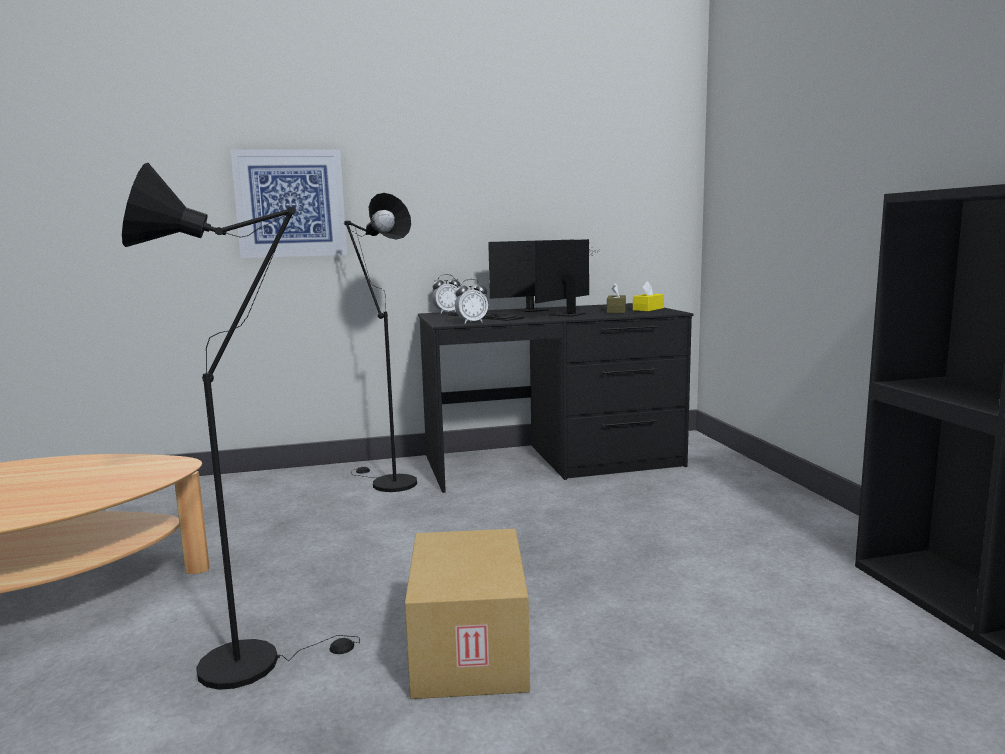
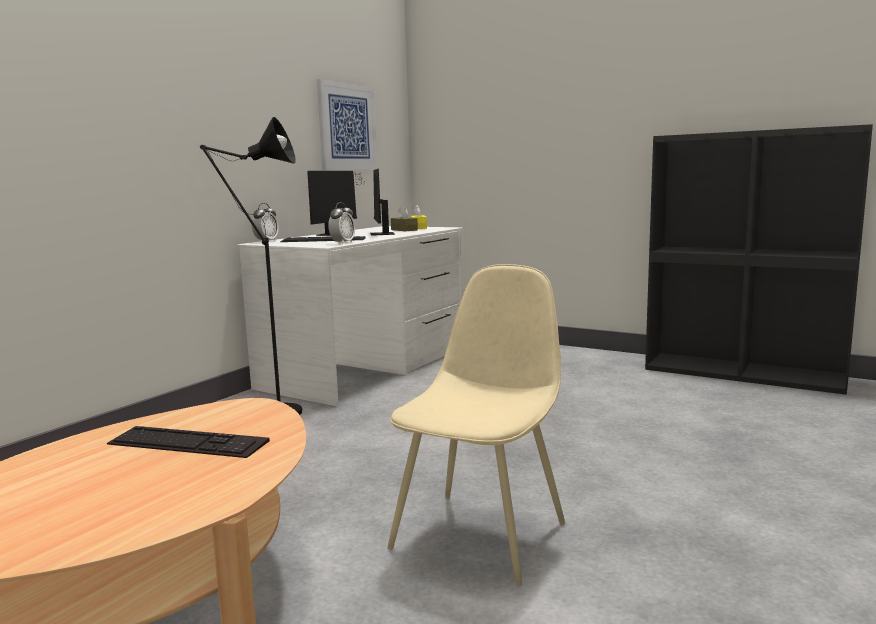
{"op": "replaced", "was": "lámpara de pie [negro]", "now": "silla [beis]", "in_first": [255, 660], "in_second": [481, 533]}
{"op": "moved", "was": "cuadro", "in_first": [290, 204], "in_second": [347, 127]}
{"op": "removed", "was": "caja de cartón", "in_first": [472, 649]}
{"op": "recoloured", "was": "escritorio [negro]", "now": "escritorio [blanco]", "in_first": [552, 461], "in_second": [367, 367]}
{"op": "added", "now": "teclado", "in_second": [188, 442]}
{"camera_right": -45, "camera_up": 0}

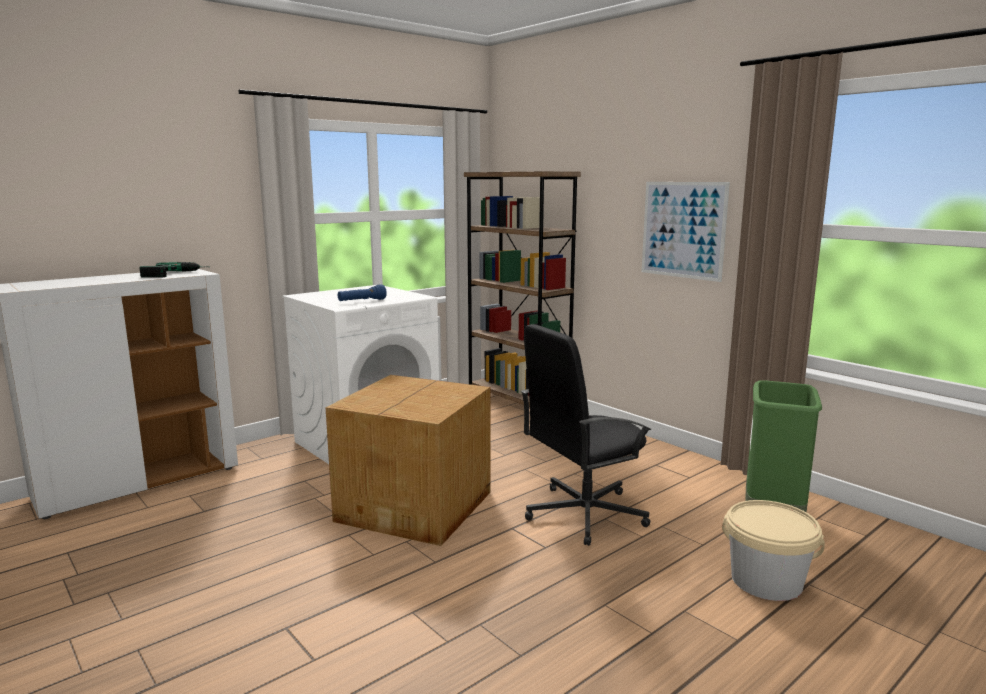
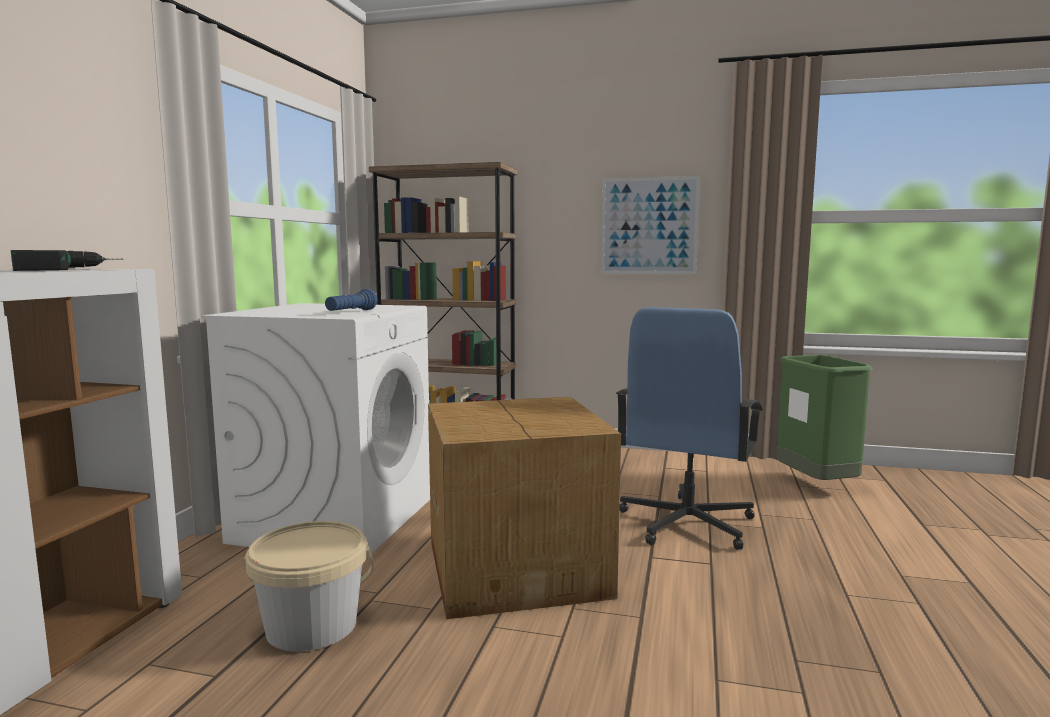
{"op": "recoloured", "was": "silla de oficina [negro]", "now": "silla de oficina [azul]", "in_first": [583, 514], "in_second": [685, 524]}
{"op": "moved", "was": "cubo [beis]", "in_first": [766, 581], "in_second": [311, 626]}
{"camera_right": -35, "camera_up": -5}

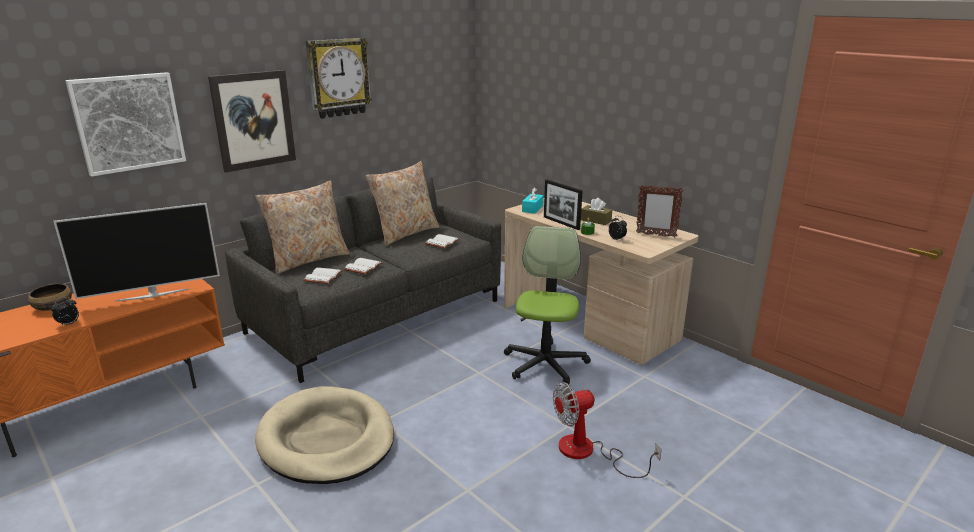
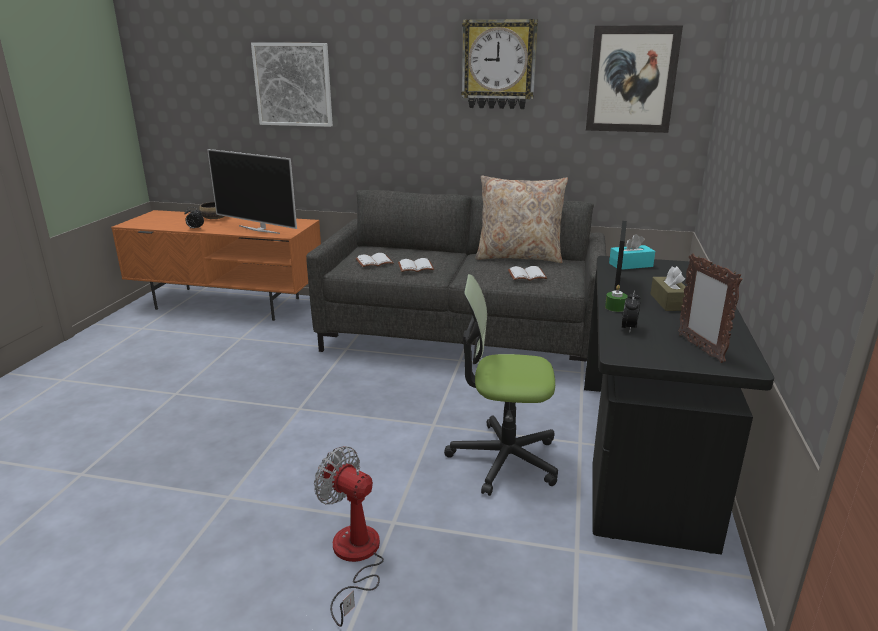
{"op": "moved", "was": "cuadro", "in_first": [253, 120], "in_second": [631, 79]}
{"op": "removed", "was": "cama para perro [beis]", "in_first": [326, 440]}
{"op": "removed", "was": "cojín [beis]", "in_first": [308, 259]}
{"op": "recoloured", "was": "escritorio [beis]", "now": "escritorio [negro]", "in_first": [589, 323], "in_second": [644, 457]}
{"op": "turned", "was": "silla de oficina", "in_first": [545, 363], "in_second": [504, 459], "clockwise": -150}
{"camera_right": 55, "camera_up": 0}

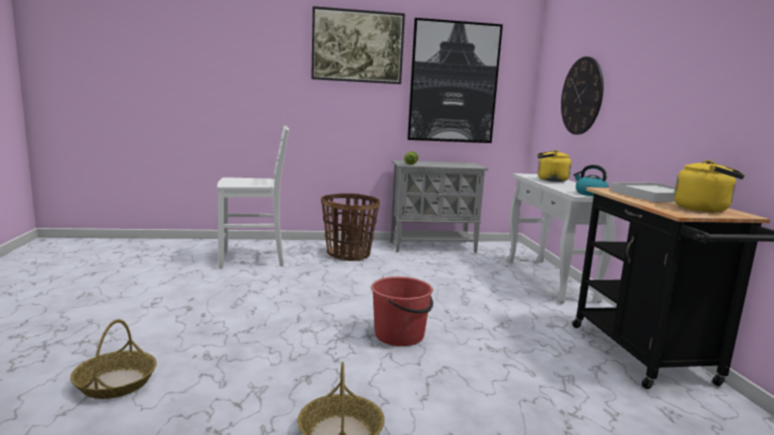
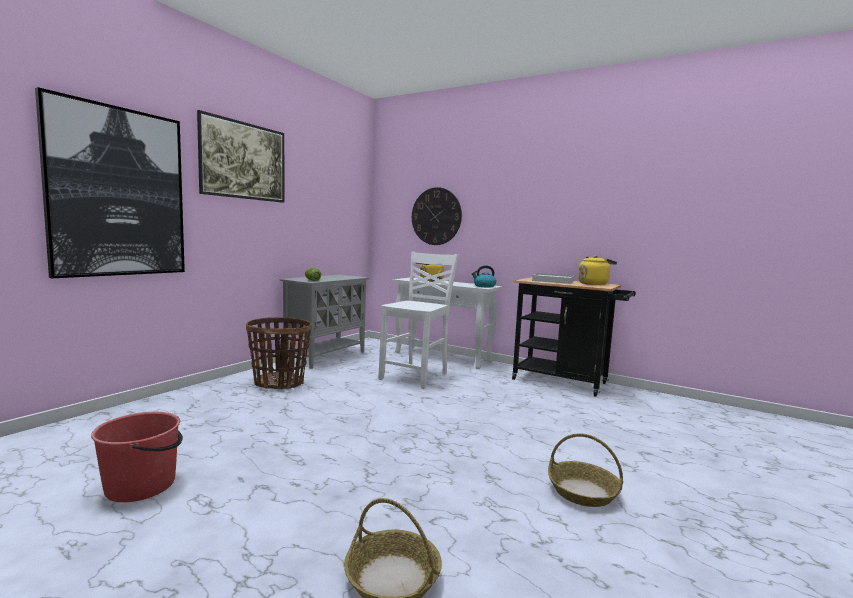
{"op": "moved", "was": "silla [blanco]", "in_first": [254, 259], "in_second": [416, 376]}
{"op": "moved", "was": "cubo [rojo]", "in_first": [400, 335], "in_second": [142, 485]}
{"op": "moved", "was": "cuadro", "in_first": [453, 82], "in_second": [118, 192]}
{"camera_right": -50, "camera_up": -5}

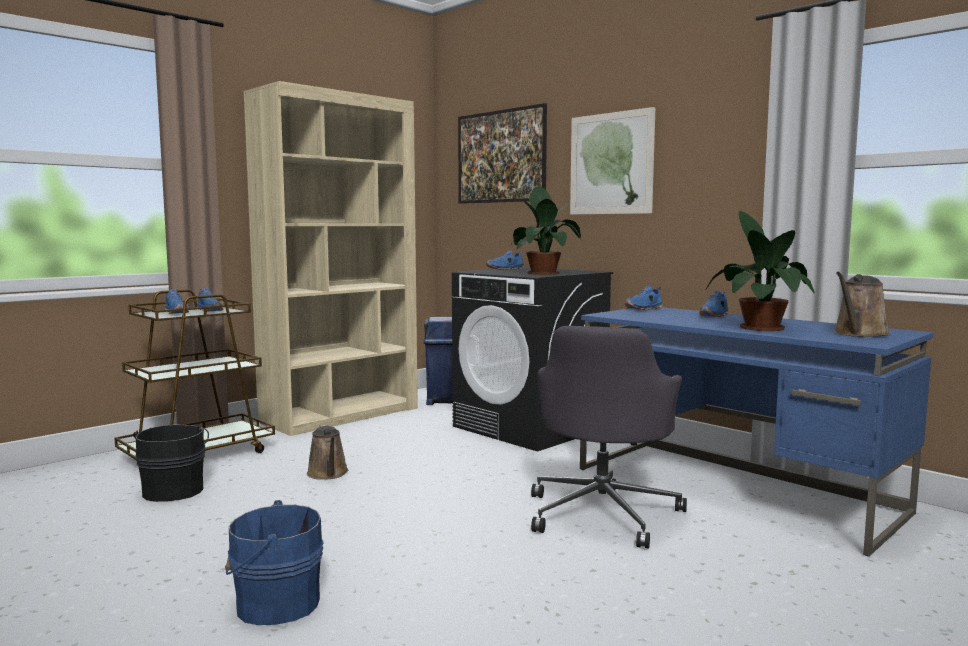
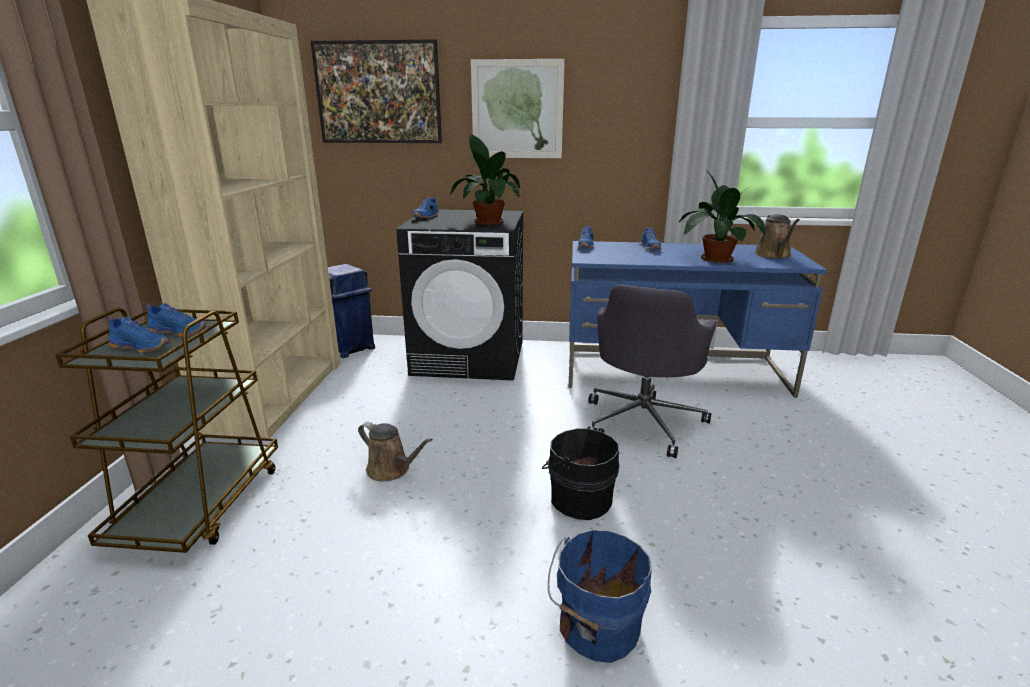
{"op": "moved", "was": "cubo [negro]", "in_first": [174, 490], "in_second": [579, 498]}
{"op": "turned", "was": "silla de oficina [gris]", "in_first": [603, 513], "in_second": [643, 421], "clockwise": 45}
{"camera_right": -40, "camera_up": 15}

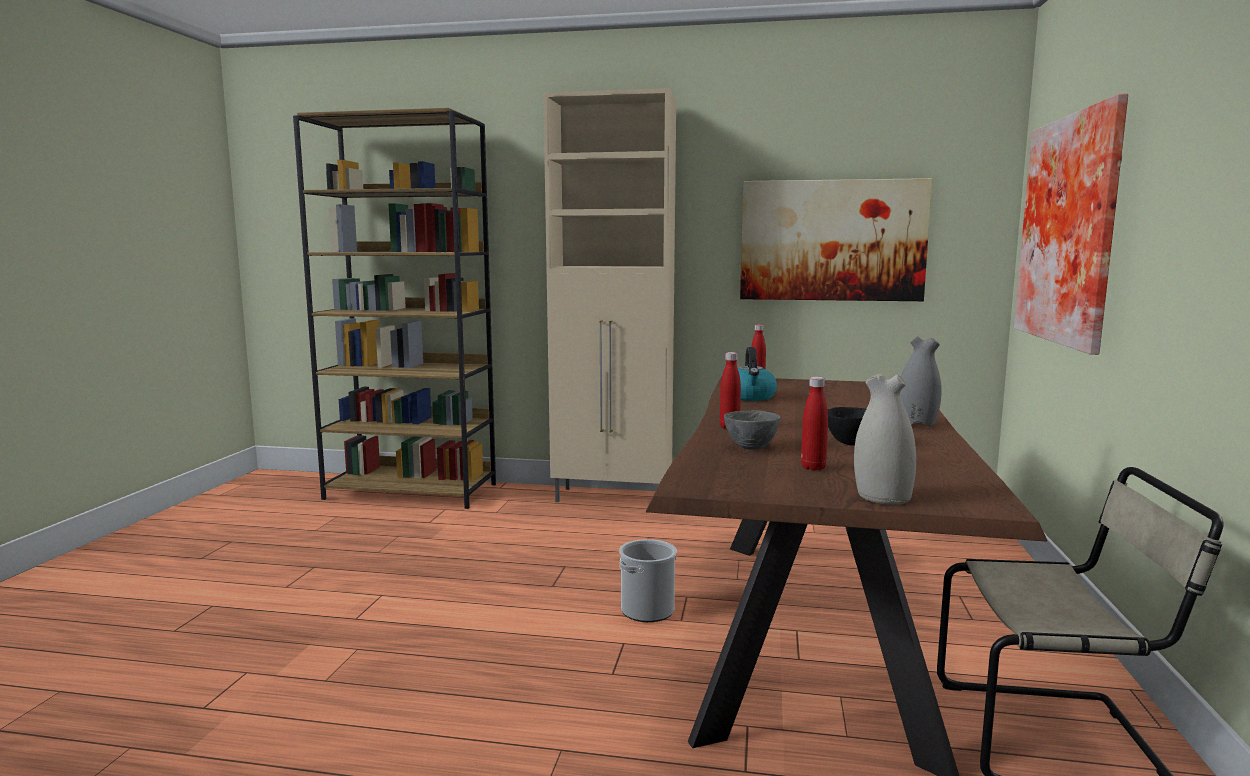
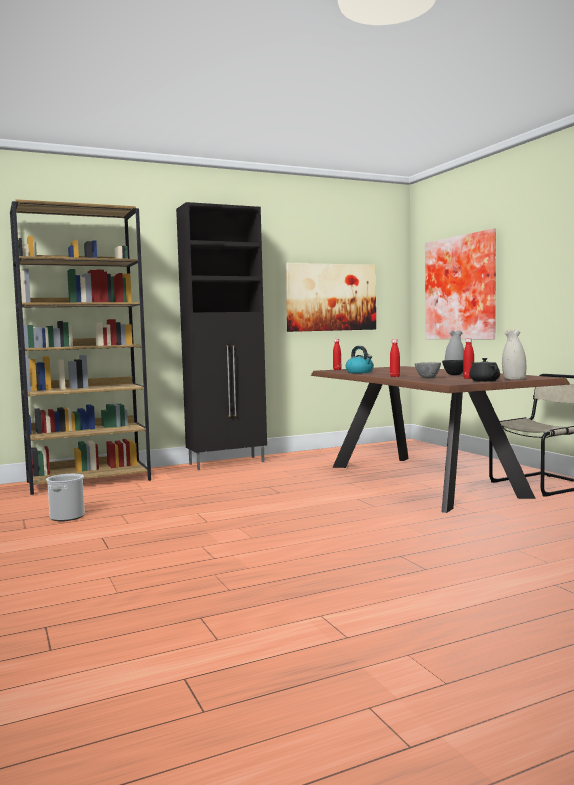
{"op": "recoloured", "was": "armario [beis]", "now": "armario [negro]", "in_first": [614, 498], "in_second": [228, 463]}
{"op": "moved", "was": "cubo", "in_first": [647, 610], "in_second": [67, 516]}
{"op": "added", "now": "tetera [negro]", "in_second": [484, 381]}
{"camera_right": -35, "camera_up": -5}

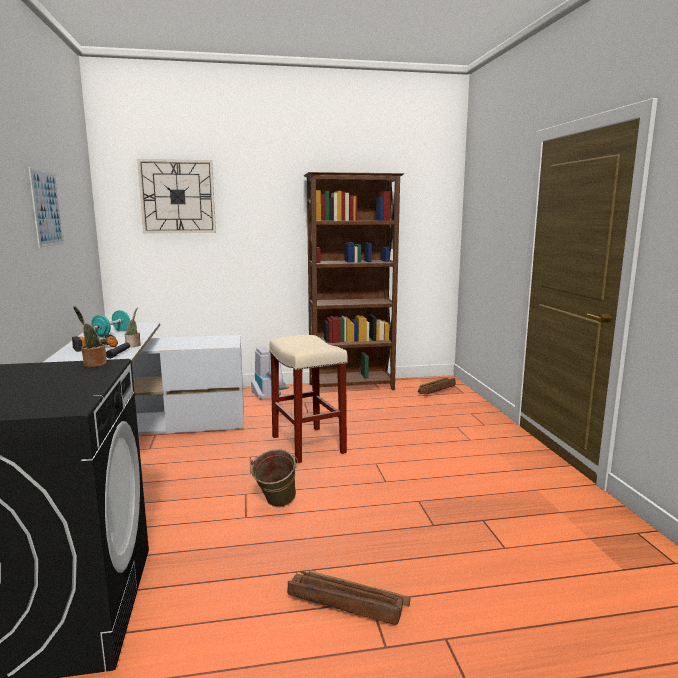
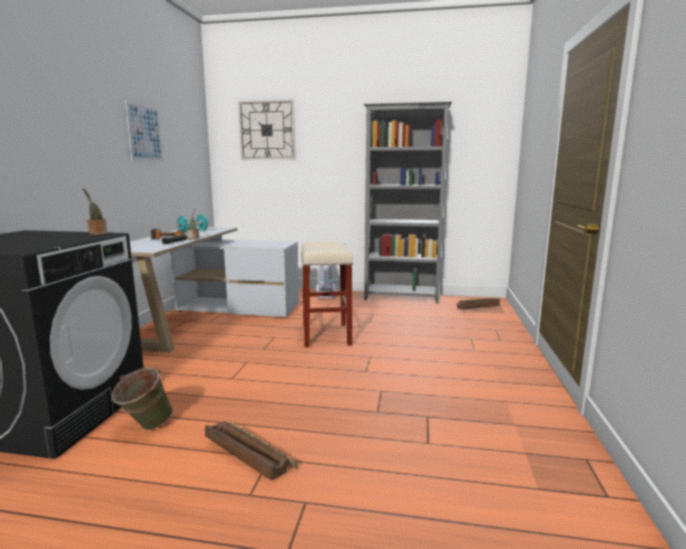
{"op": "moved", "was": "cubo [verde]", "in_first": [276, 506], "in_second": [145, 427]}
{"op": "recoloured", "was": "estantería [marrón]", "now": "estantería [gris]", "in_first": [352, 387], "in_second": [402, 298]}
{"camera_right": 20, "camera_up": 0}

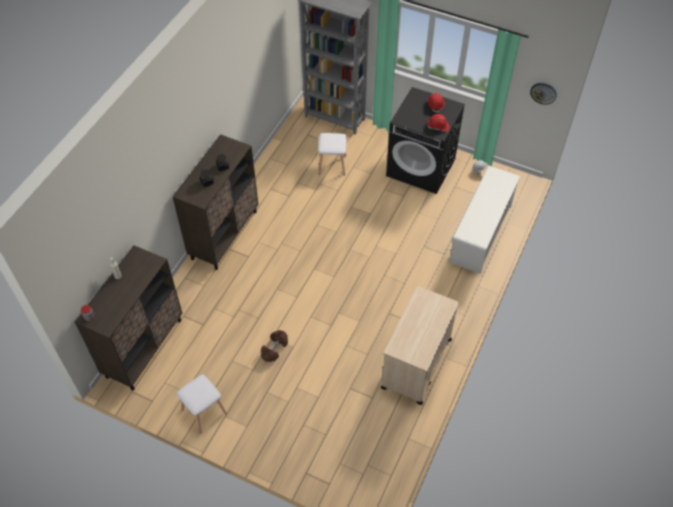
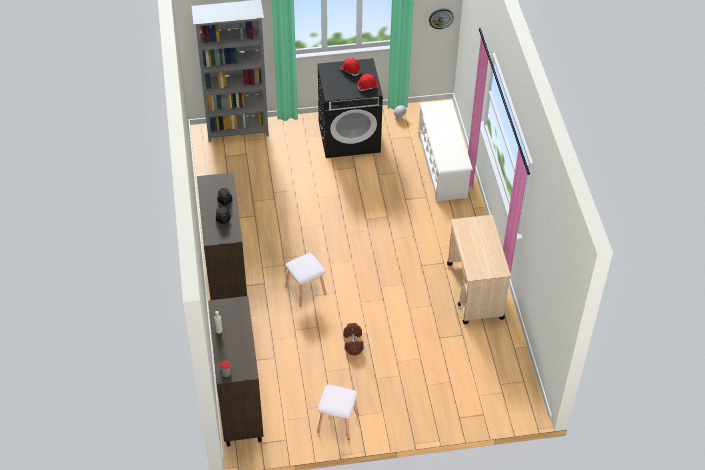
{"op": "moved", "was": "taburete [blanco]", "in_first": [332, 164], "in_second": [306, 290]}
{"camera_right": -35, "camera_up": -5}

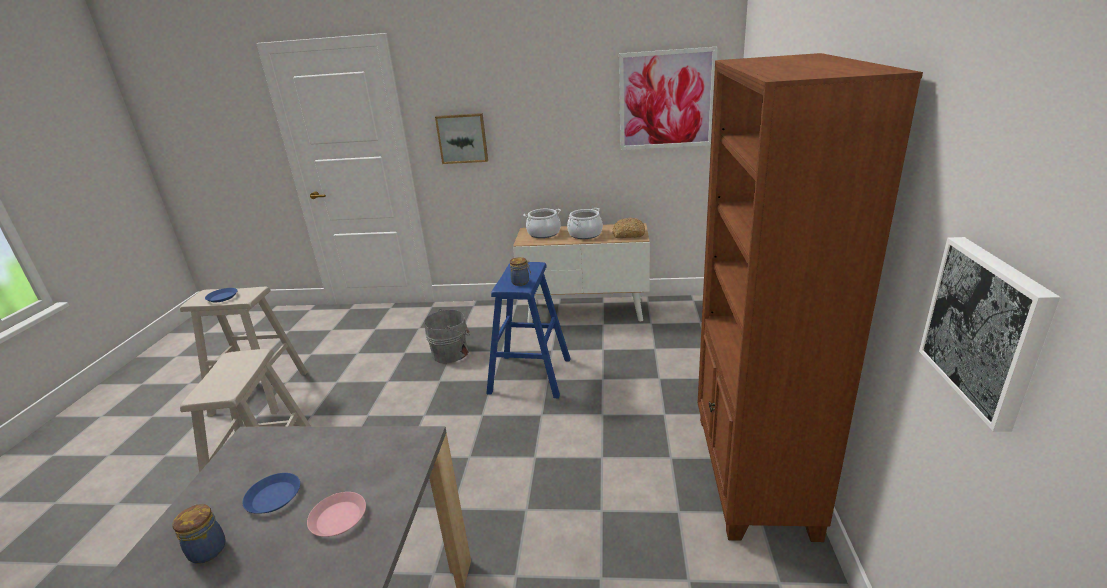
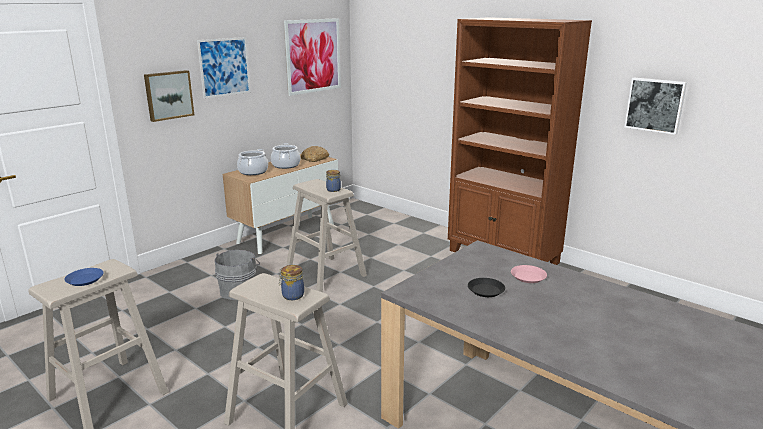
{"op": "moved", "was": "tarro", "in_first": [208, 549], "in_second": [292, 295]}
{"op": "recoloured", "was": "plato [azul]", "now": "plato [negro]", "in_first": [273, 497], "in_second": [486, 290]}
{"op": "recoloured", "was": "taburete [azul]", "now": "taburete [beis]", "in_first": [530, 375], "in_second": [325, 275]}
{"op": "added", "now": "cuadro", "in_second": [224, 67]}
{"camera_right": -55, "camera_up": -5}

